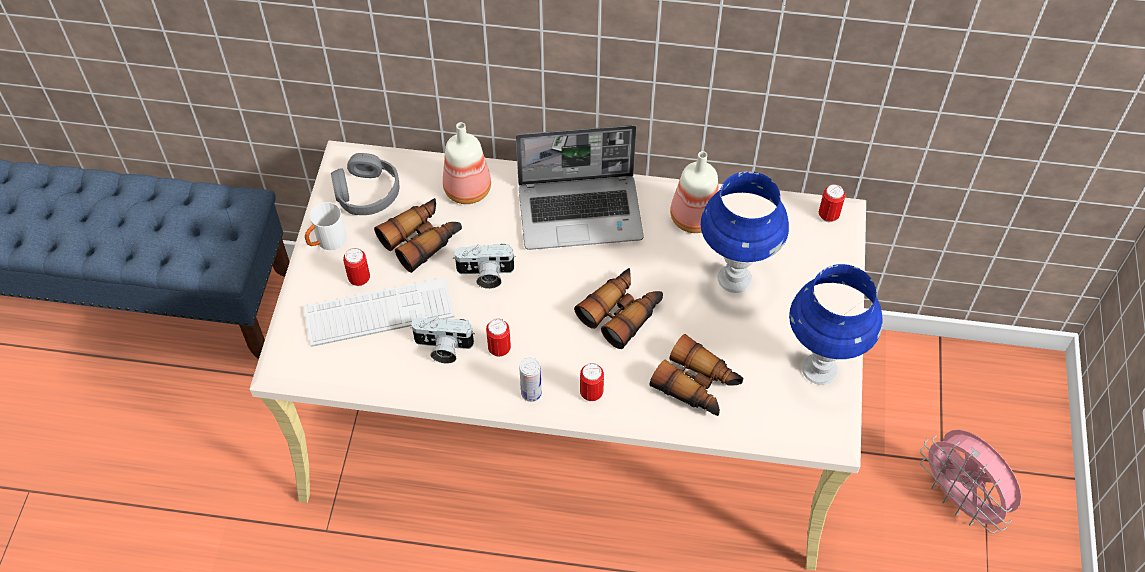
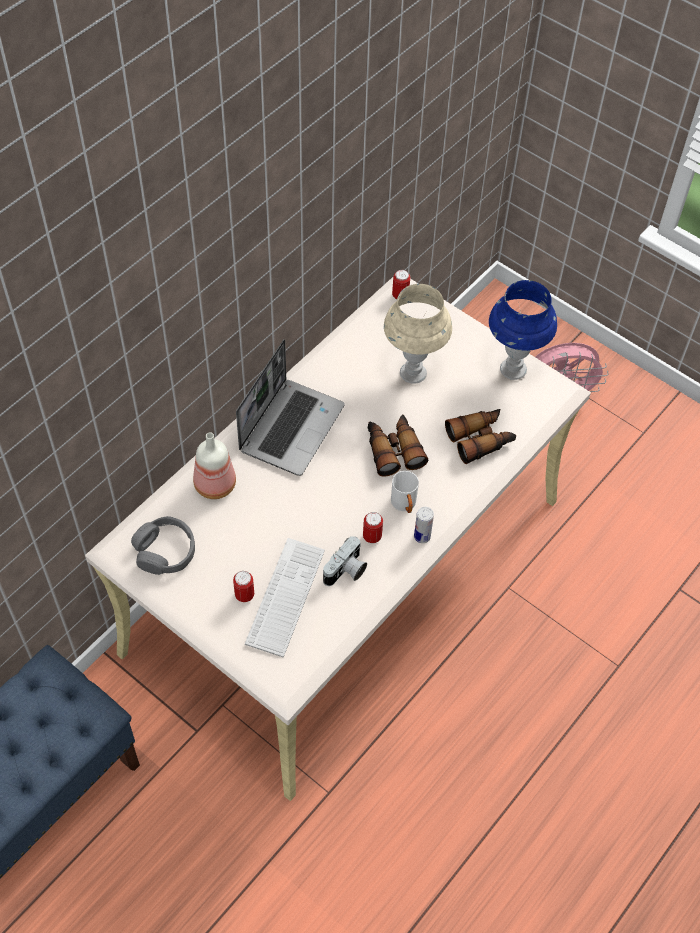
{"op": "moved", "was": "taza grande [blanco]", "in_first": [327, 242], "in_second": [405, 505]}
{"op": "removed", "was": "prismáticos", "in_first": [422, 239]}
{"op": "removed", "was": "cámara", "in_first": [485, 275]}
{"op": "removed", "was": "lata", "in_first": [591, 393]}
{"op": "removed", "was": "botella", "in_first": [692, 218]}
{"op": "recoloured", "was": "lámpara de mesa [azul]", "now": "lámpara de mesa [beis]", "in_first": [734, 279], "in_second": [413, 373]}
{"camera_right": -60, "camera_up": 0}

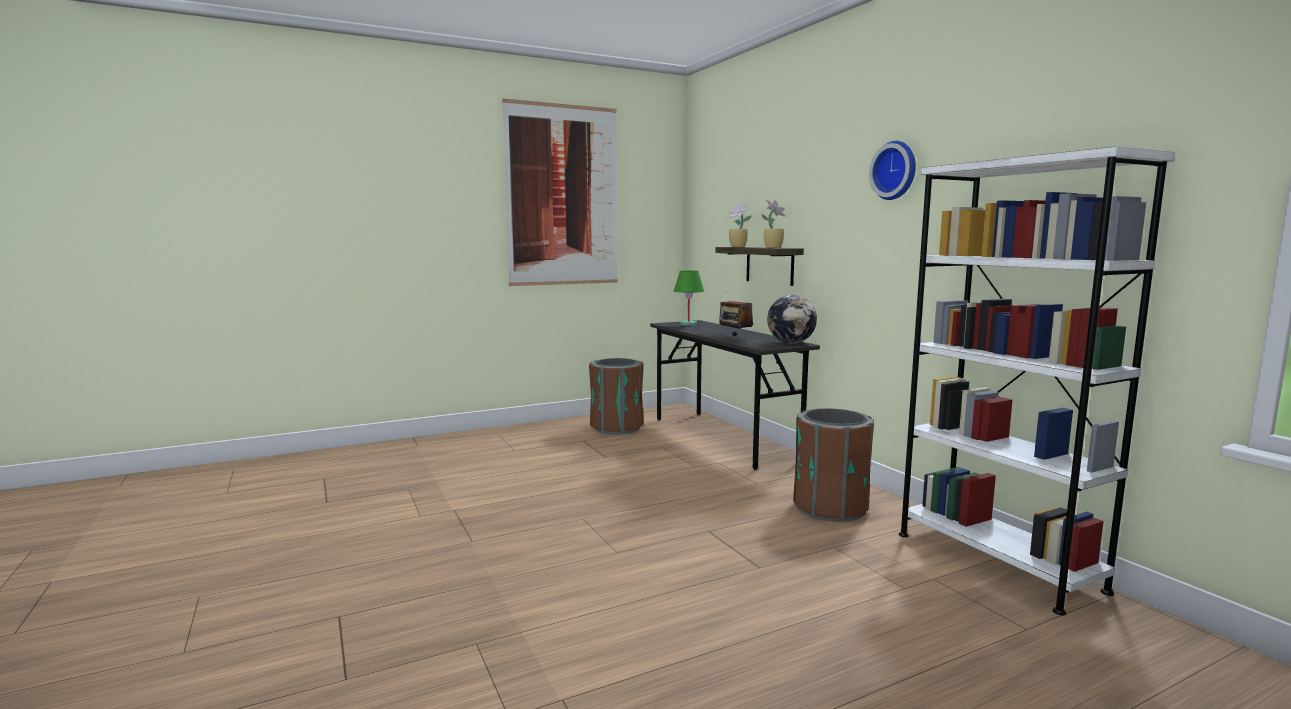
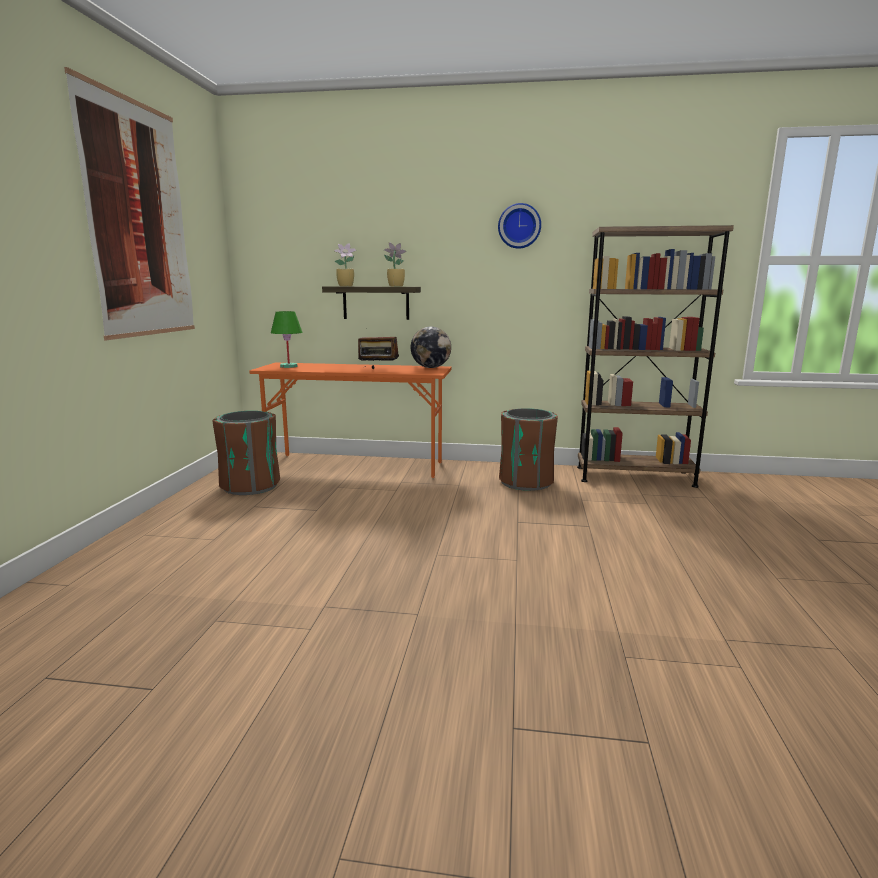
{"op": "recoloured", "was": "escritorio [gris]", "now": "escritorio [naranja]", "in_first": [724, 438], "in_second": [356, 465]}
{"op": "recoloured", "was": "estantería [blanco]", "now": "estantería [marrón]", "in_first": [996, 561], "in_second": [634, 476]}
{"camera_right": -55, "camera_up": 5}

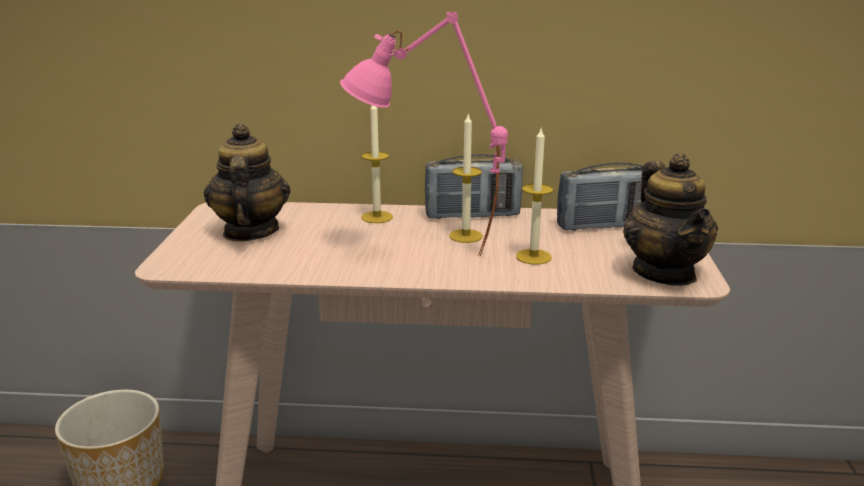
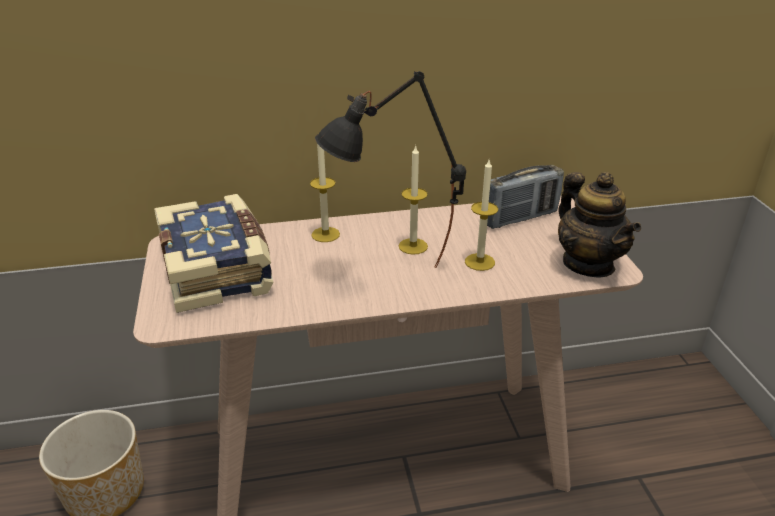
{"op": "replaced", "was": "tetera", "now": "libro", "in_first": [250, 232], "in_second": [218, 269]}
{"op": "recoloured", "was": "lámpara de mesa [rosa]", "now": "lámpara de mesa [negro]", "in_first": [424, 260], "in_second": [392, 280]}
{"op": "removed", "was": "radio", "in_first": [472, 215]}
{"camera_right": -15, "camera_up": 10}

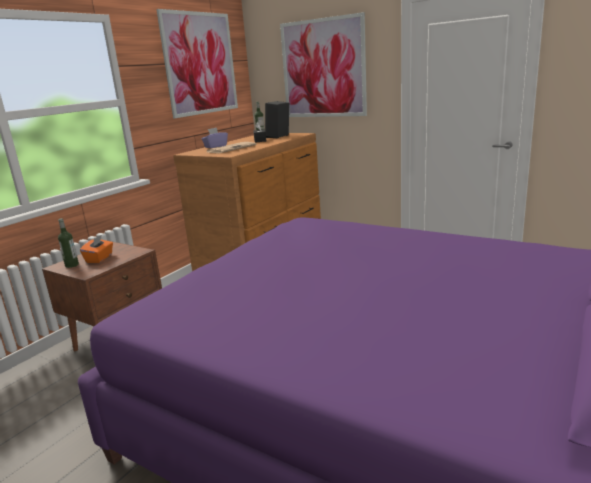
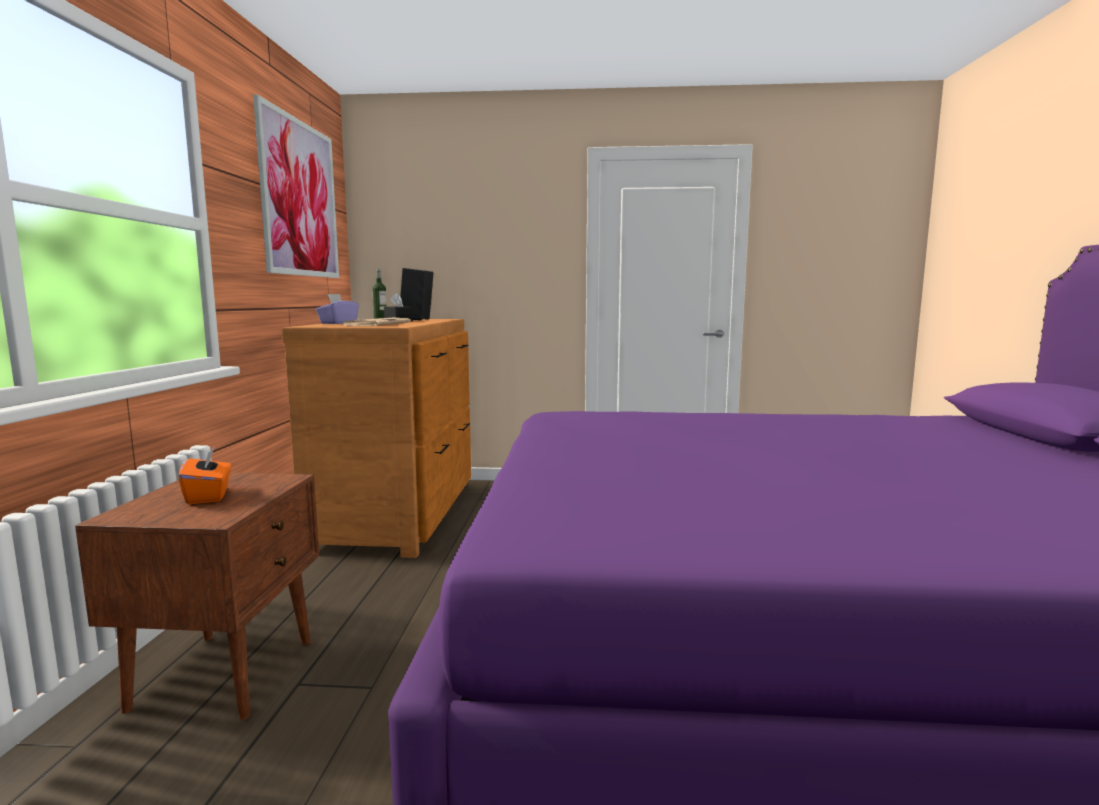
{"op": "removed", "was": "botella", "in_first": [72, 265]}
{"op": "removed", "was": "cuadro", "in_first": [323, 68]}
{"camera_right": -30, "camera_up": -10}

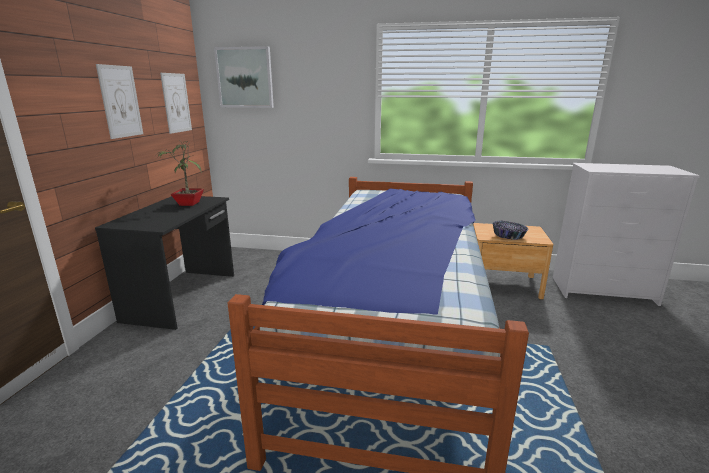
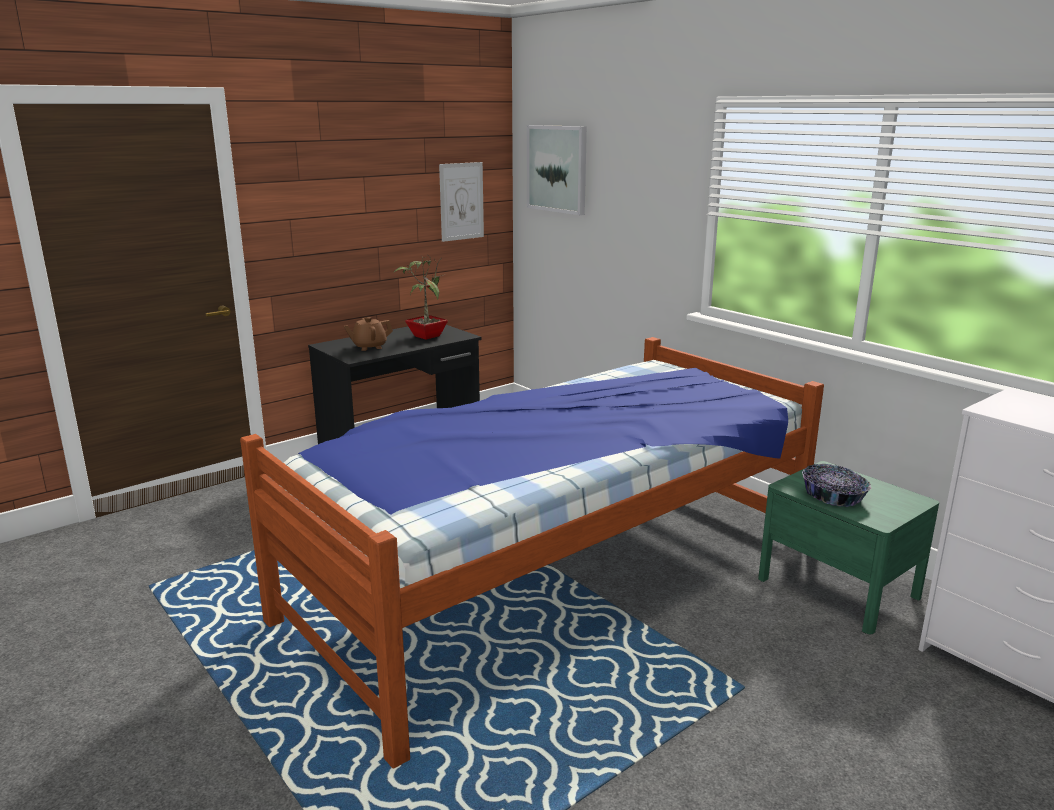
{"op": "removed", "was": "cuadro", "in_first": [120, 101]}
{"op": "recoloured", "was": "mesita de noche [marrón]", "now": "mesita de noche [verde]", "in_first": [503, 284], "in_second": [838, 587]}
{"op": "added", "now": "tetera [marrón]", "in_second": [369, 347]}
{"camera_right": 40, "camera_up": 0}

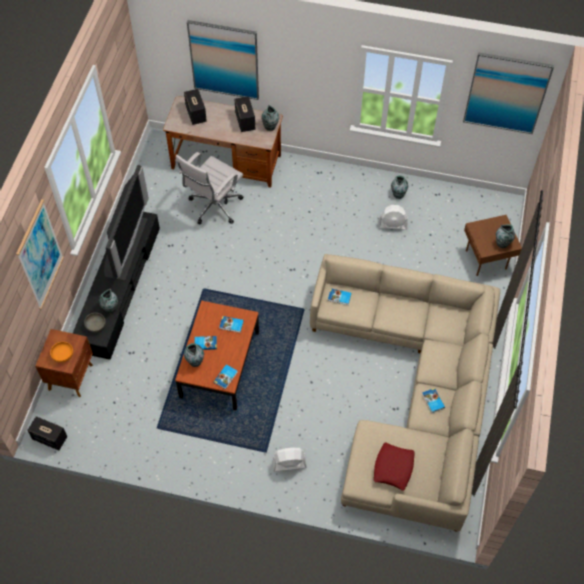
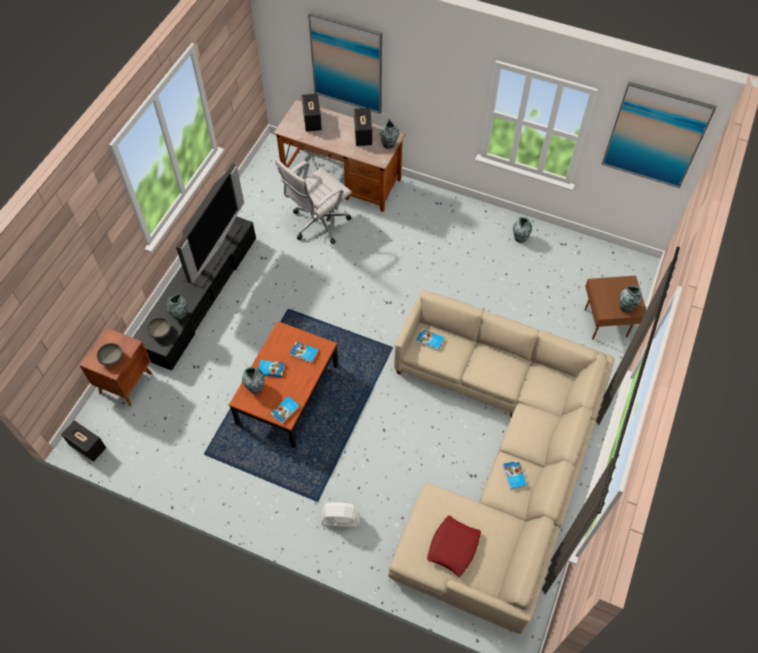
{"op": "removed", "was": "cuadro", "in_first": [40, 255]}
{"op": "recoloured", "was": "cuenco [naranja]", "now": "cuenco [gris]", "in_first": [63, 355], "in_second": [111, 358]}
{"op": "removed", "was": "ventilador [blanco]", "in_first": [392, 225]}
{"camera_right": 10, "camera_up": 0}

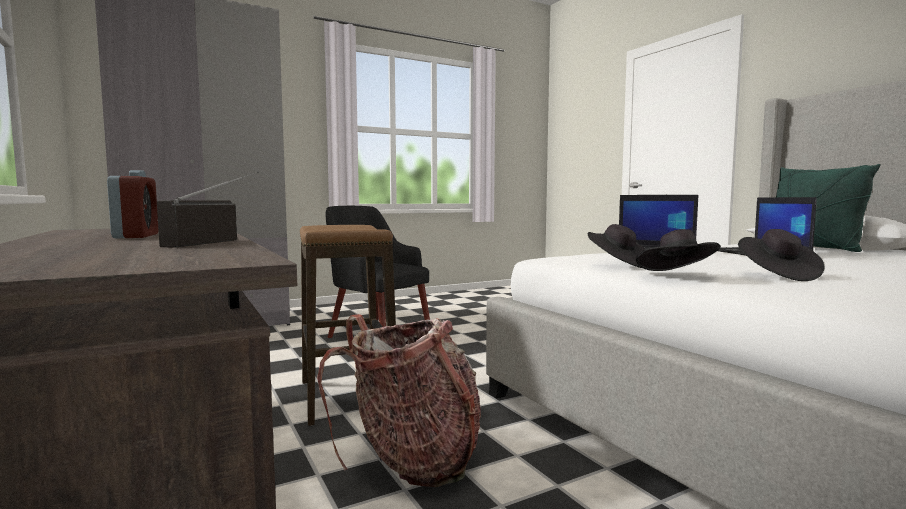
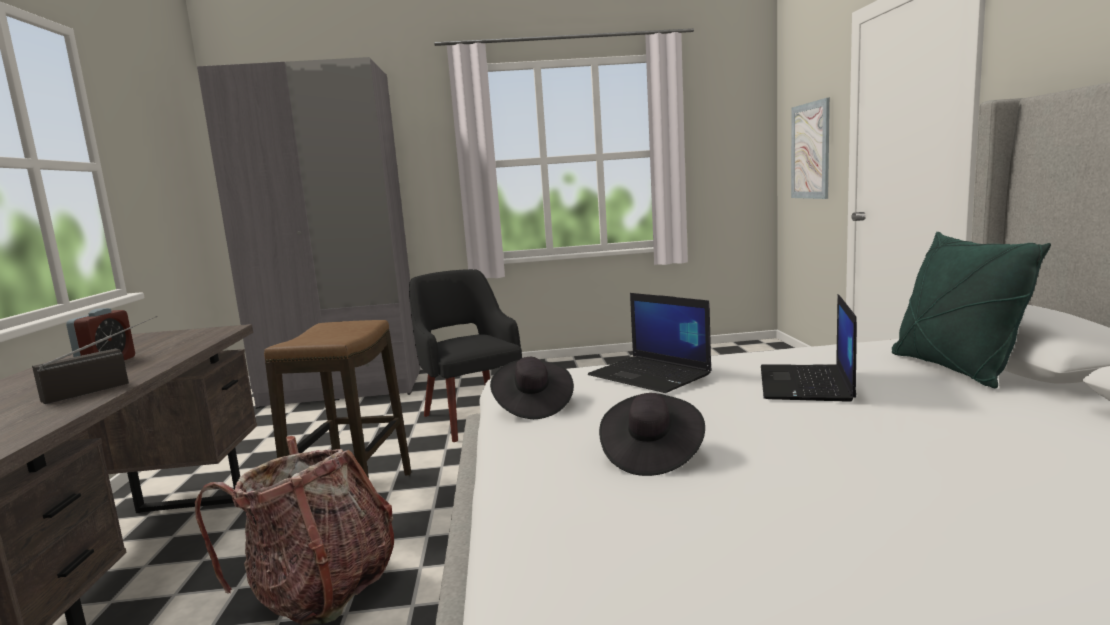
{"op": "removed", "was": "sombrero [negro]", "in_first": [677, 275]}
{"op": "added", "now": "cuadro", "in_second": [810, 151]}
{"camera_right": 25, "camera_up": 5}

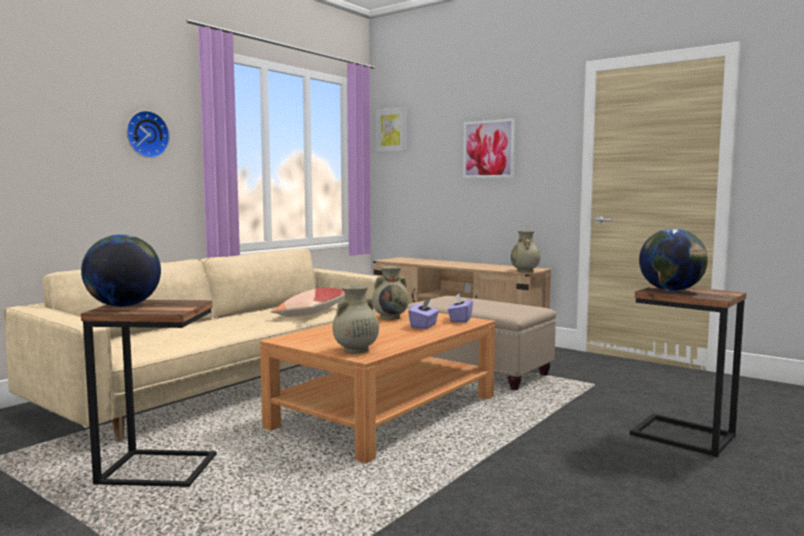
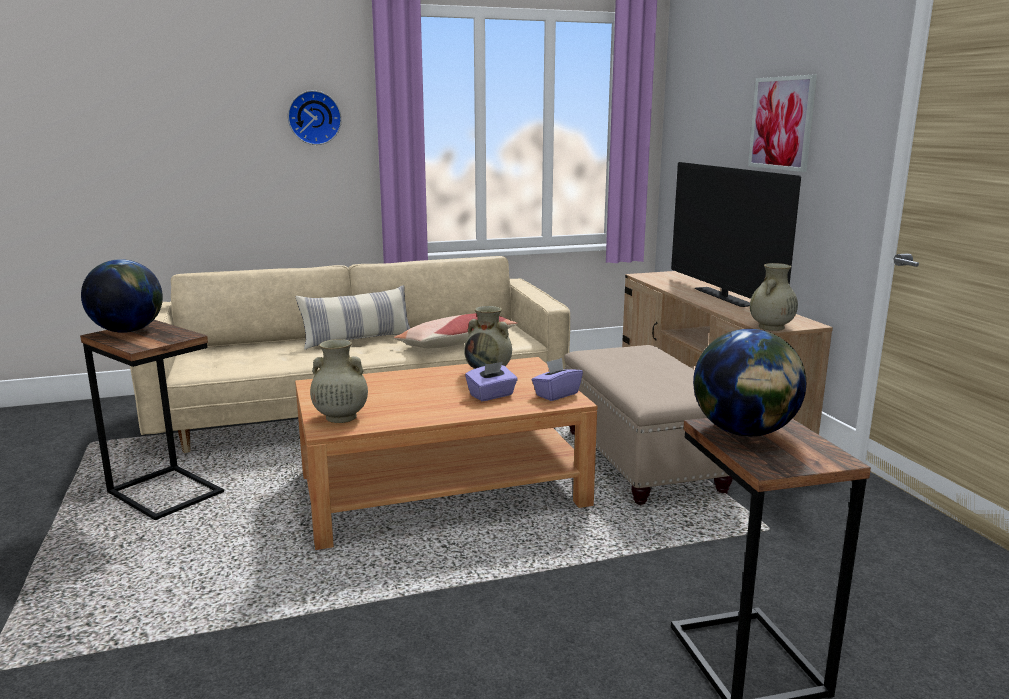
{"op": "removed", "was": "cuadro", "in_first": [392, 130]}
{"op": "added", "now": "cojín", "in_second": [357, 340]}
{"op": "added", "now": "televisor", "in_second": [723, 297]}
{"camera_right": 35, "camera_up": 10}

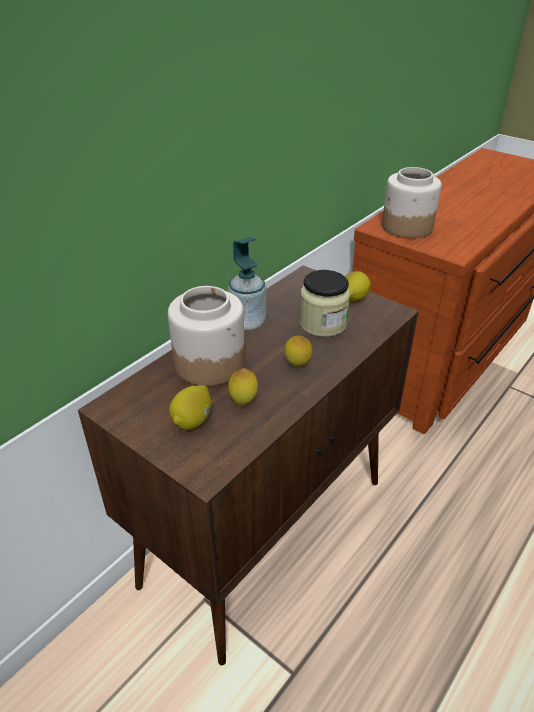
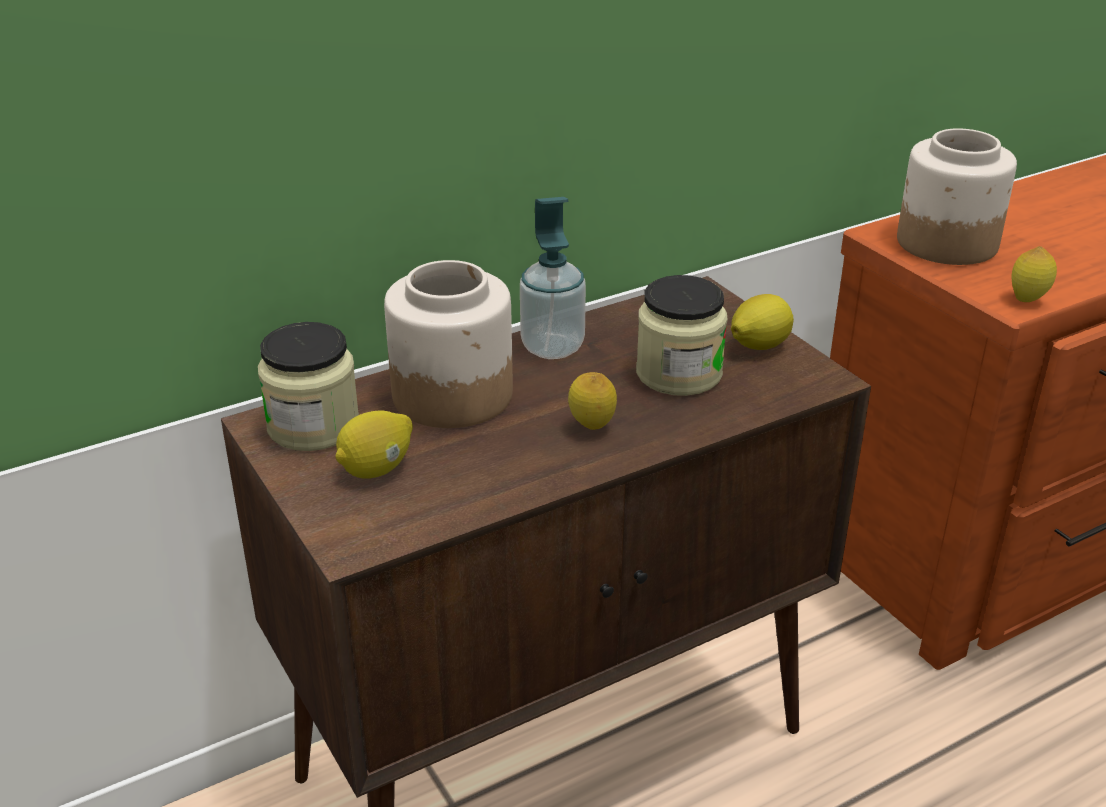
{"op": "moved", "was": "limón", "in_first": [243, 402], "in_second": [1027, 300]}
{"op": "added", "now": "tarro", "in_second": [313, 426]}
{"camera_right": 20, "camera_up": -5}

